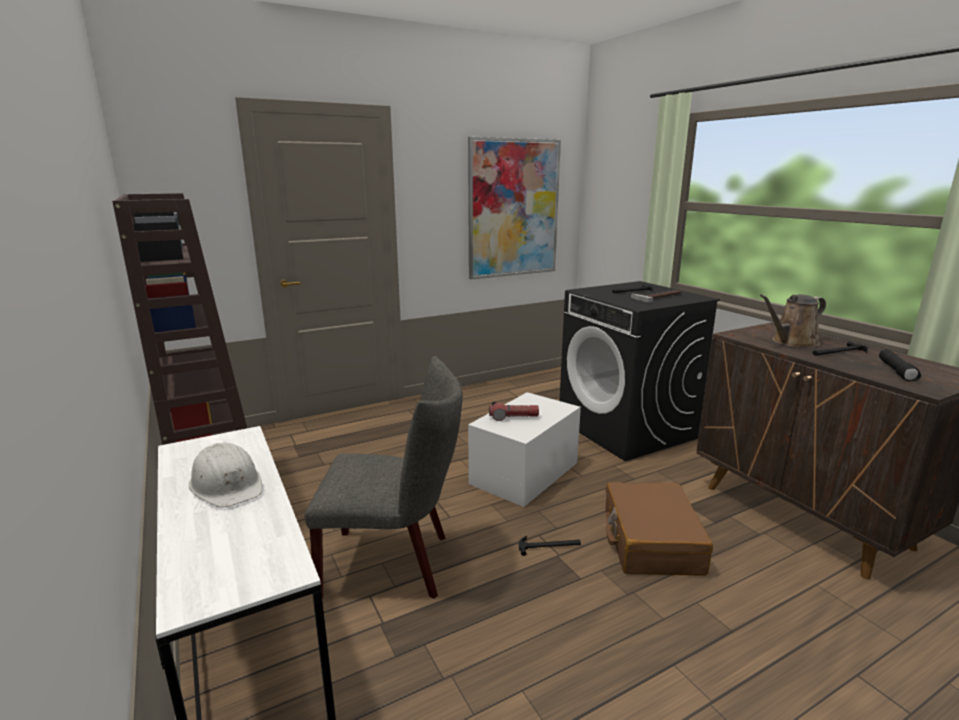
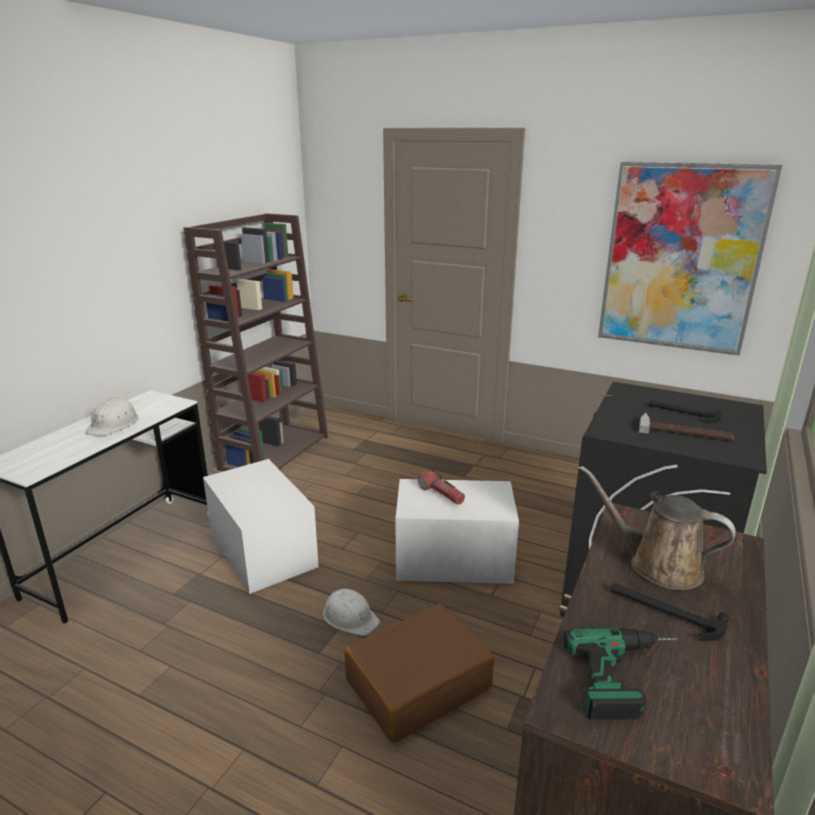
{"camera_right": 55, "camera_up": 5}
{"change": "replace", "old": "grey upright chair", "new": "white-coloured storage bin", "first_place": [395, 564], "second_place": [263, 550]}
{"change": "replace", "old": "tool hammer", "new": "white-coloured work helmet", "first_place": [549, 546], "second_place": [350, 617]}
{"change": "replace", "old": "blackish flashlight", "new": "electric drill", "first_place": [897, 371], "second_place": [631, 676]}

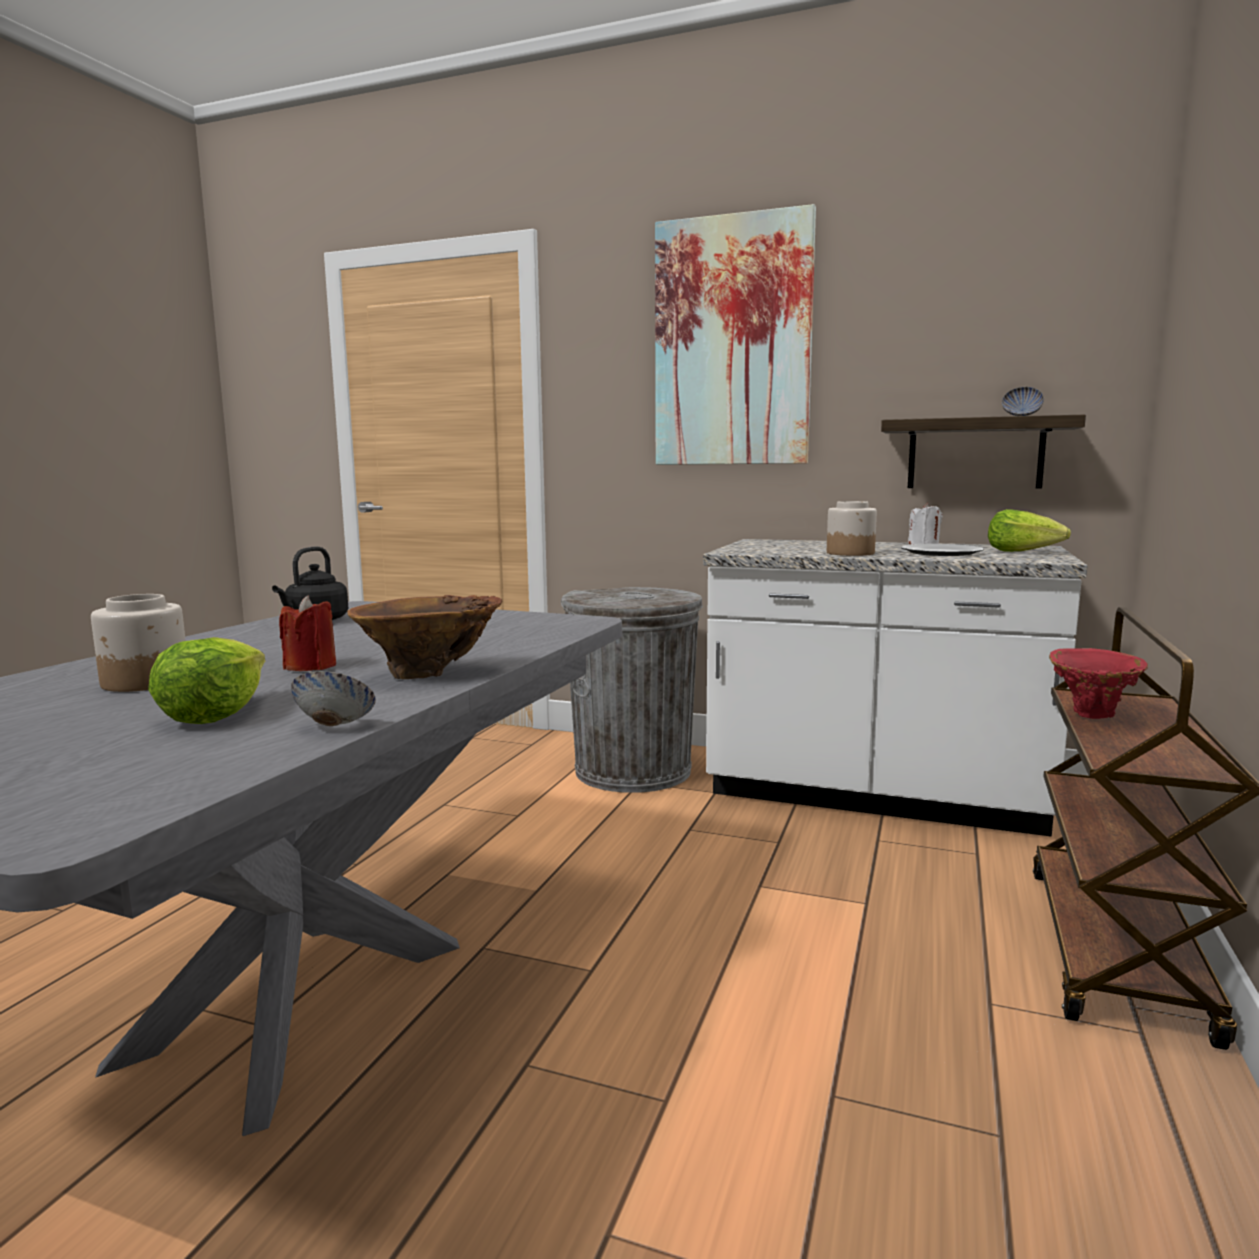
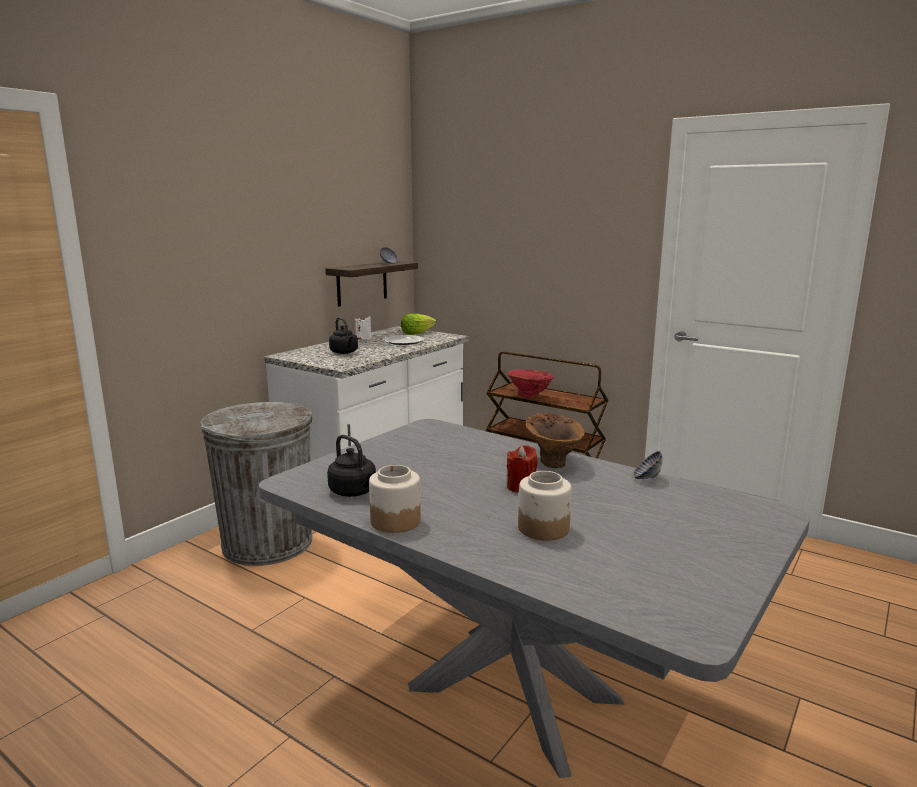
{"camera_right": -75, "camera_up": 5}
{"change": "delete", "old": "lettuce head", "first_place": [215, 713]}
{"change": "delete", "old": "picture", "first_place": [732, 343]}
{"change": "insert", "new": "blackish water kettle", "second_place": [344, 352]}
{"change": "move", "old": "storage jar", "first_place": [850, 553], "second_place": [395, 521]}

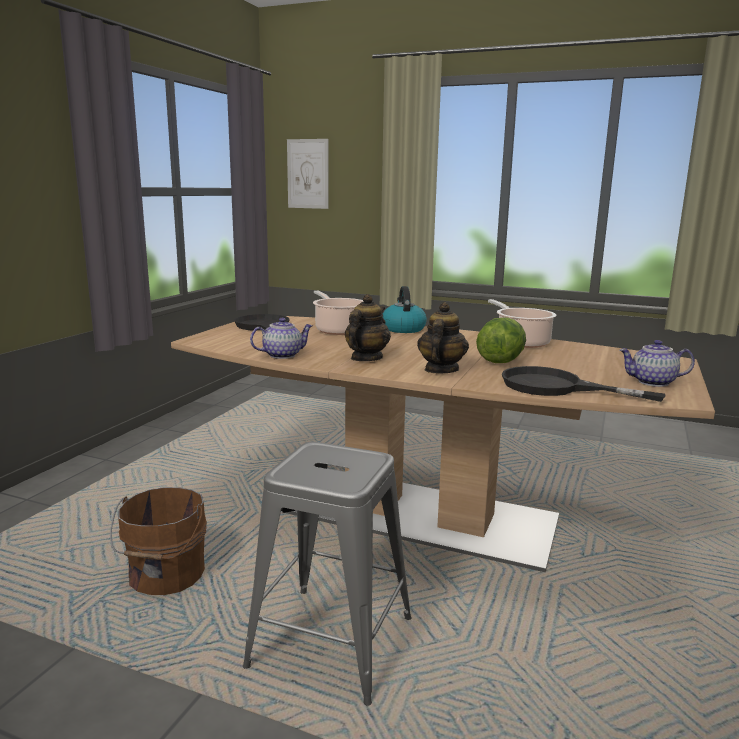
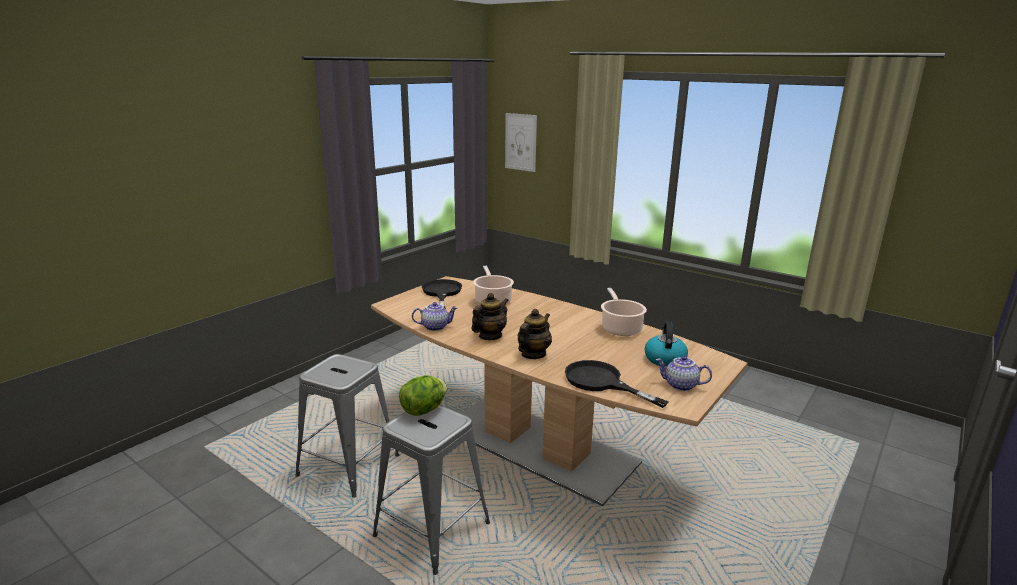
{"camera_right": 15, "camera_up": 5}
{"change": "move", "old": "water kettle", "first_place": [403, 329], "second_place": [664, 359]}
{"change": "move", "old": "lettuce head", "first_place": [500, 361], "second_place": [424, 410]}
{"change": "replace", "old": "brown-coloured bucket", "new": "grey stool", "first_place": [165, 576], "second_place": [349, 465]}

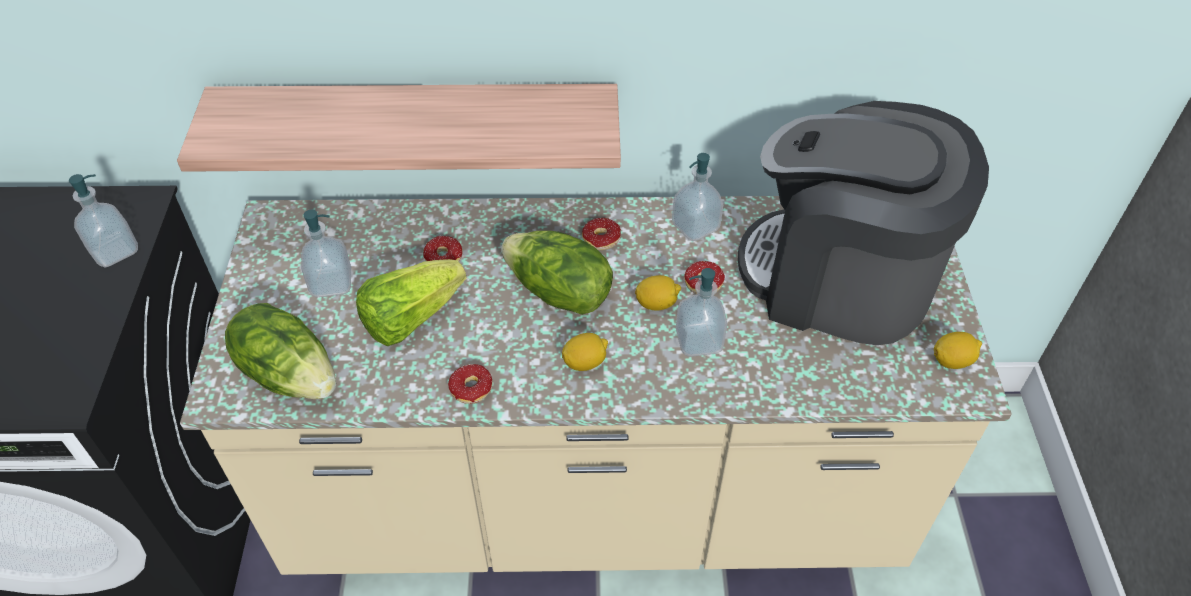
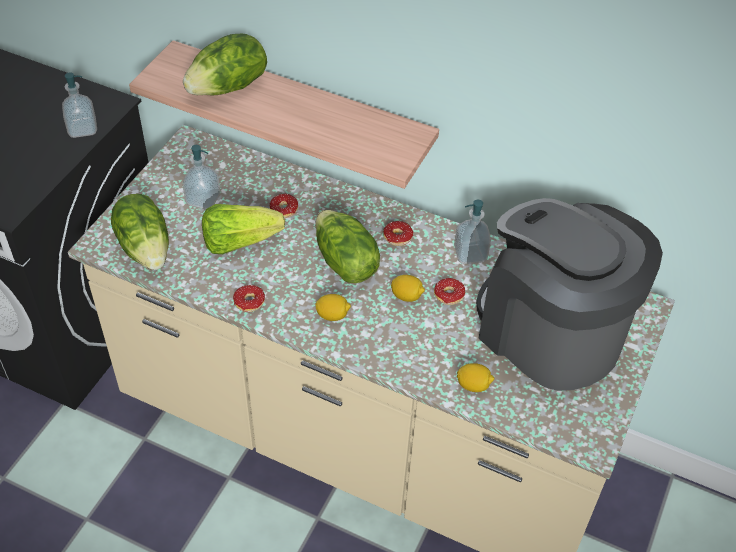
{"camera_right": 25, "camera_up": 0}
{"change": "delete", "old": "soap dispenser", "first_place": [699, 341]}
{"change": "insert", "new": "lettuce head", "second_place": [229, 87]}
{"change": "move", "old": "citrus fruit", "first_place": [952, 360], "second_place": [473, 385]}

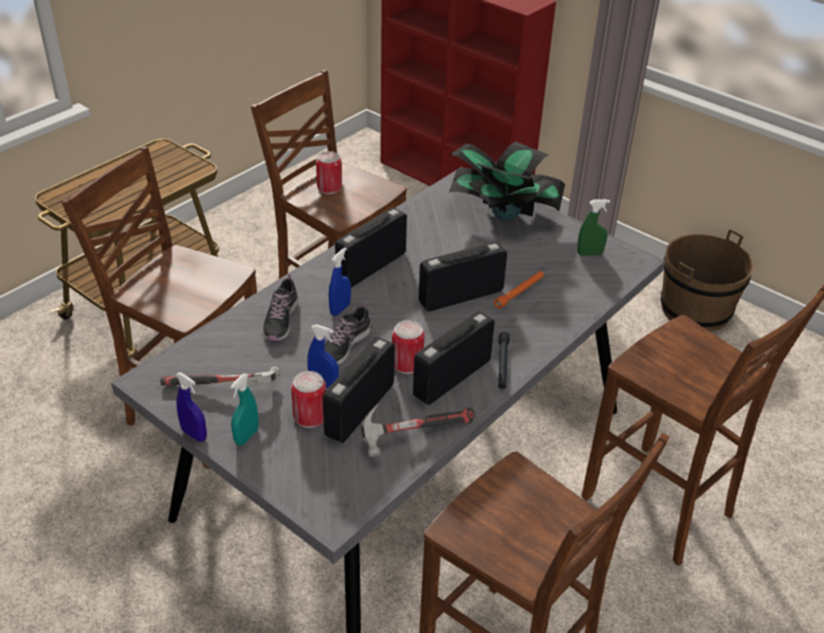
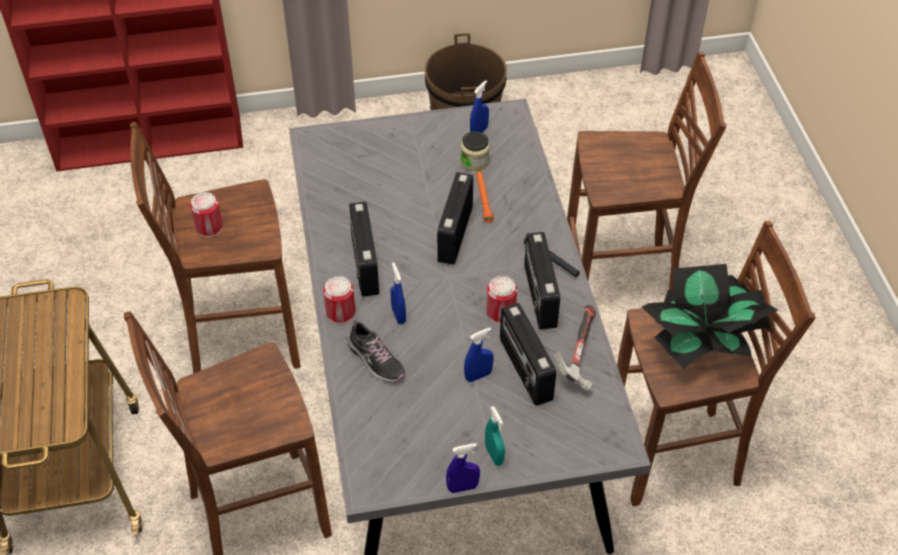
{"camera_right": -50, "camera_up": 10}
{"change": "delete", "old": "tool hammer", "first_place": [224, 390]}
{"change": "delete", "old": "item of footwear", "first_place": [344, 346]}
{"change": "insert", "new": "storage jar", "second_place": [474, 161]}
{"change": "move", "old": "sealed can", "first_place": [310, 416], "second_place": [340, 312]}
{"change": "move", "old": "houseplant", "first_place": [504, 214], "second_place": [703, 342]}
{"change": "recolor", "old": "green hand sprayer", "new": "blue-coloured hand sprayer", "first_place": [589, 254], "second_place": [479, 131]}

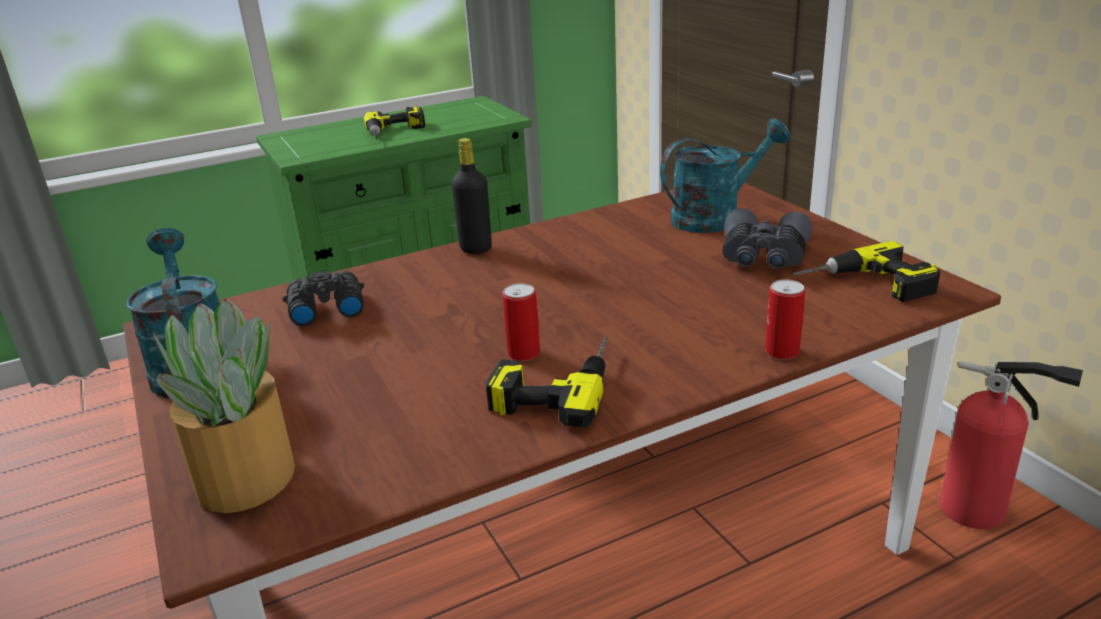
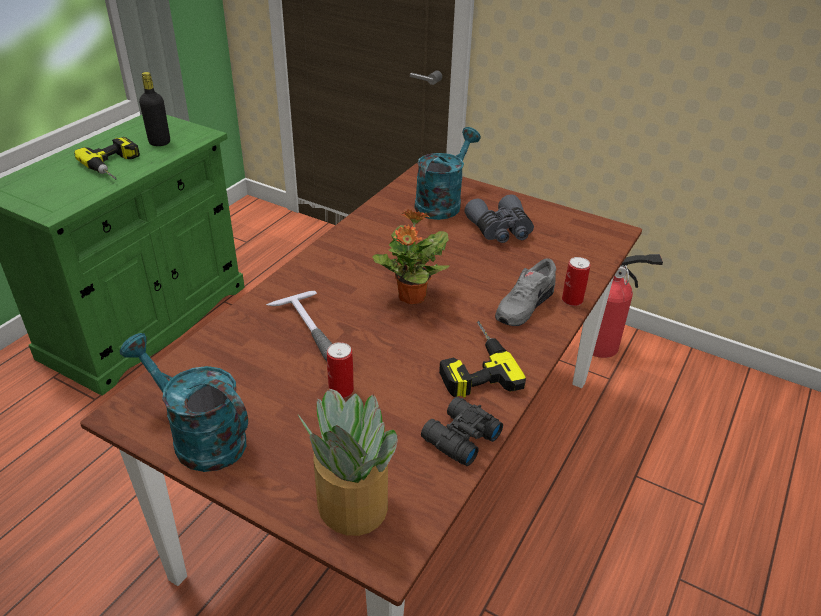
{"camera_right": -35, "camera_up": 10}
{"change": "delete", "old": "electric drill", "first_place": [866, 285]}
{"change": "insert", "new": "tool hammer", "second_place": [312, 334]}
{"change": "insert", "new": "houseplant", "second_place": [411, 297]}
{"change": "insert", "new": "grey item of footwear", "second_place": [523, 306]}
{"change": "move", "old": "blackish field glasses", "first_place": [325, 308], "second_place": [459, 438]}
{"change": "move", "old": "blackish beverage bottle", "first_place": [475, 248], "second_place": [159, 142]}
{"change": "move", "old": "sealed can", "first_place": [523, 353], "second_place": [341, 390]}

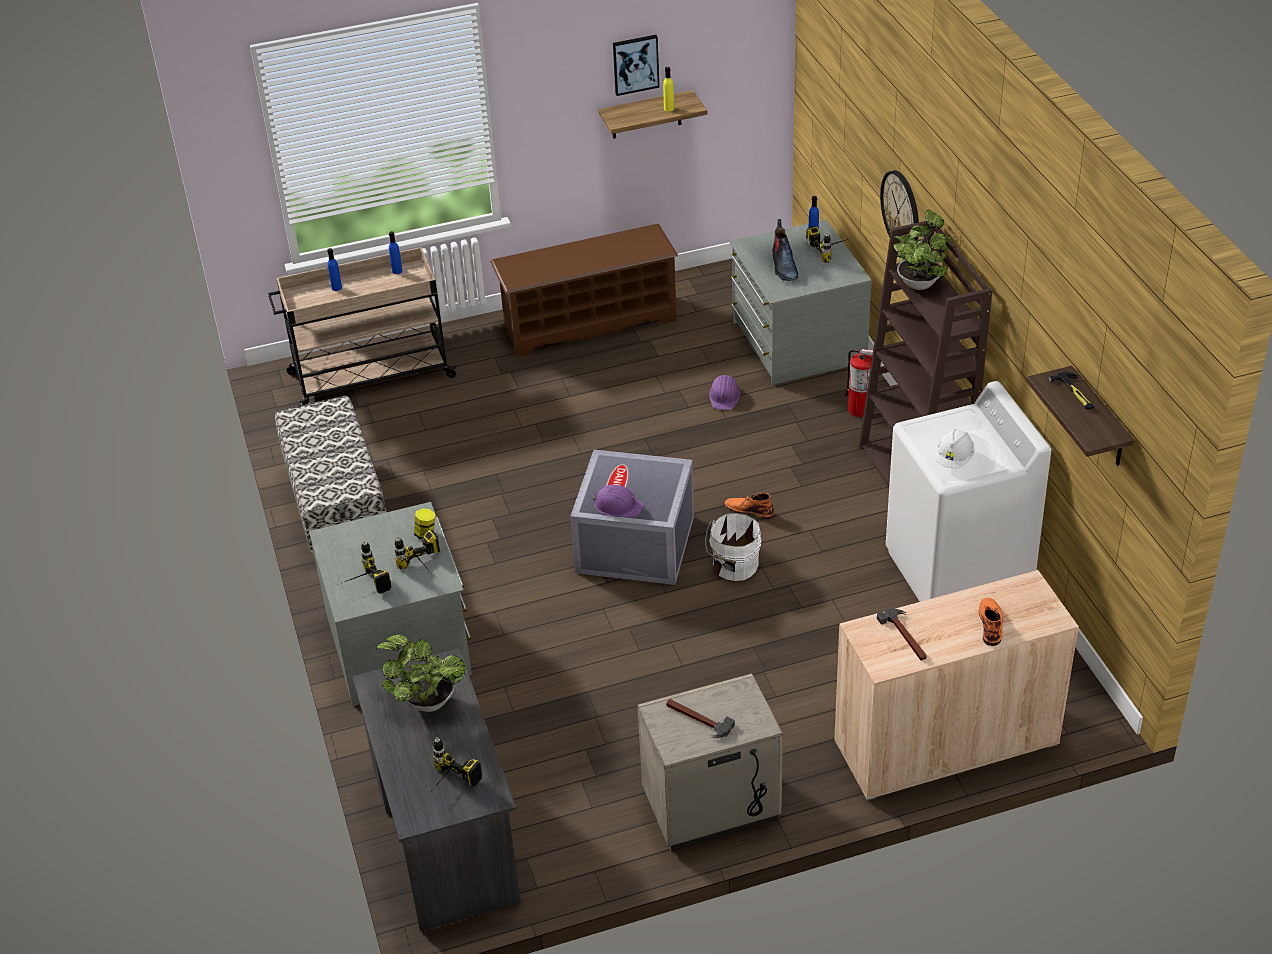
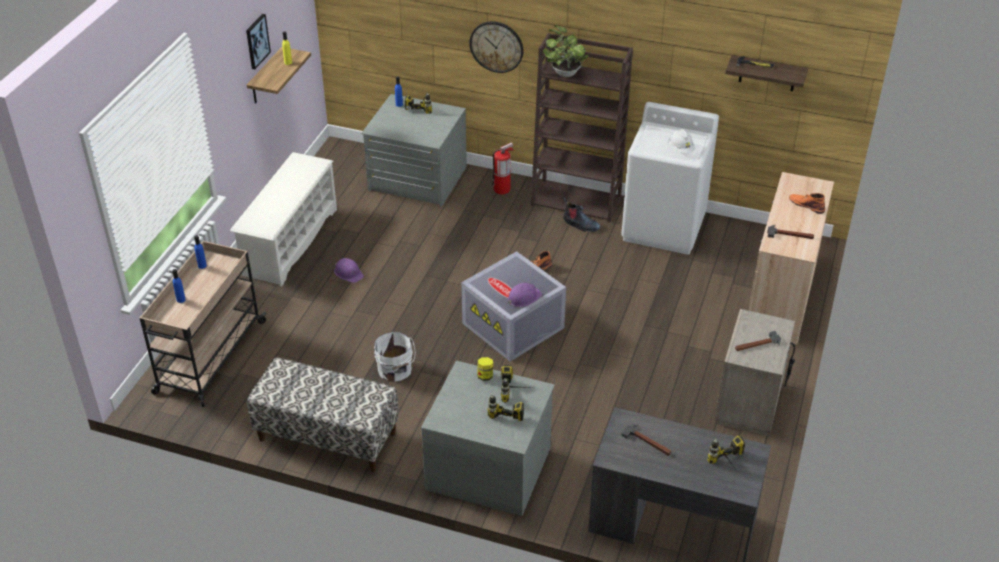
{"camera_right": -55, "camera_up": 0}
{"change": "move", "old": "white-coloured bucket", "first_place": [734, 566], "second_place": [395, 371]}
{"change": "move", "old": "purple work helmet", "first_place": [724, 396], "second_place": [348, 273]}
{"change": "move", "old": "high-top boot", "first_place": [784, 267], "second_place": [580, 225]}
{"change": "replace", "old": "houseplant", "new": "tool hammer", "first_place": [426, 701], "second_place": [647, 442]}
{"change": "recolor", "old": "brown-coloured shoe stand", "new": "white-coloured shoe stand", "first_place": [589, 322], "second_place": [290, 242]}

